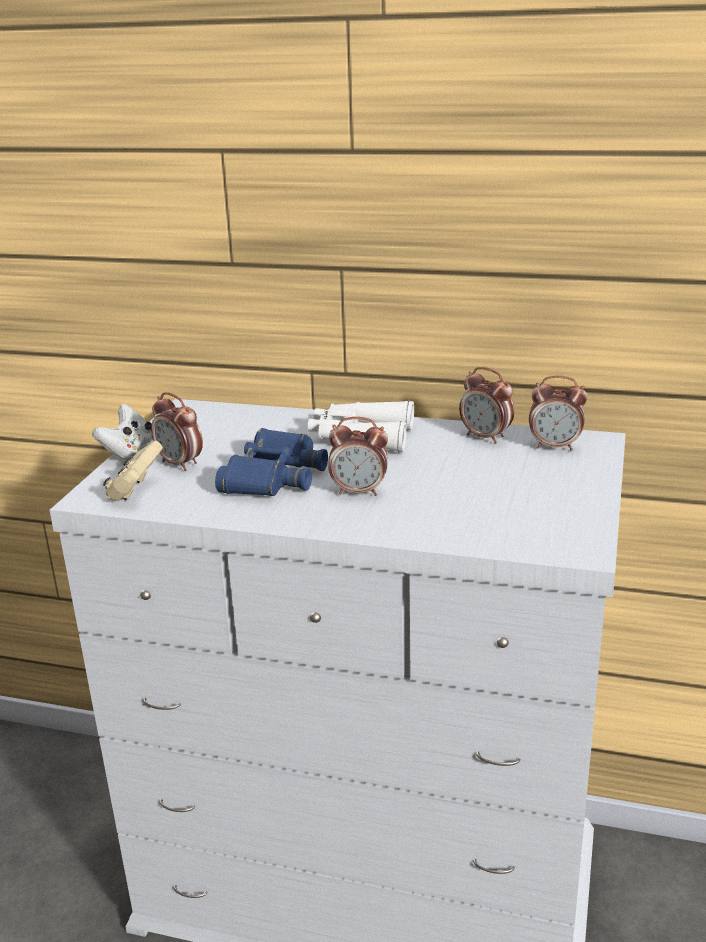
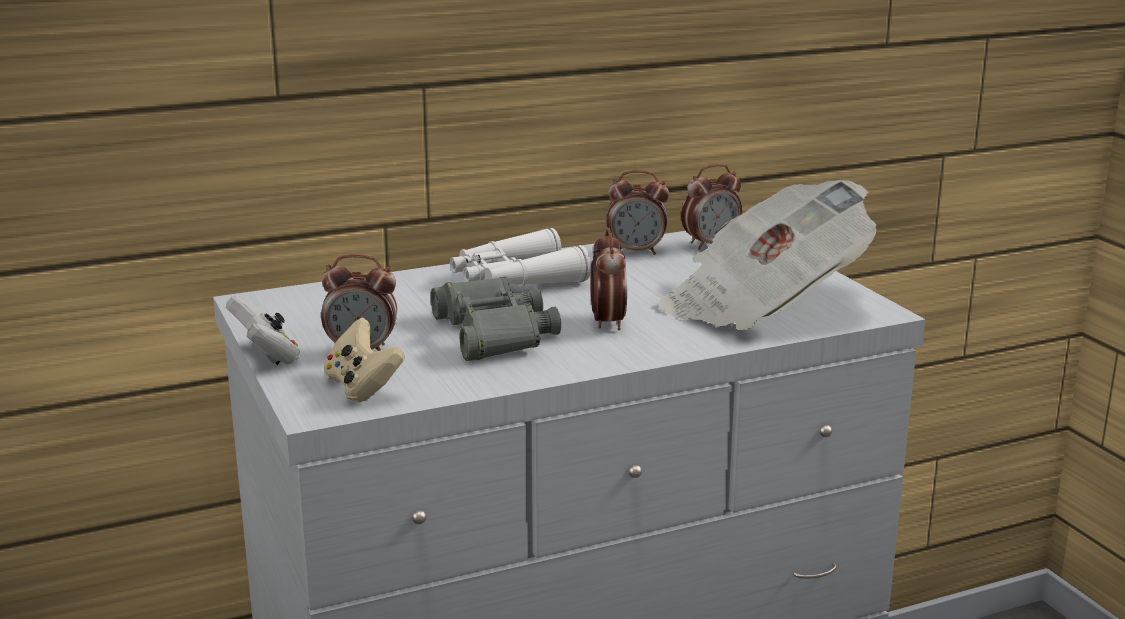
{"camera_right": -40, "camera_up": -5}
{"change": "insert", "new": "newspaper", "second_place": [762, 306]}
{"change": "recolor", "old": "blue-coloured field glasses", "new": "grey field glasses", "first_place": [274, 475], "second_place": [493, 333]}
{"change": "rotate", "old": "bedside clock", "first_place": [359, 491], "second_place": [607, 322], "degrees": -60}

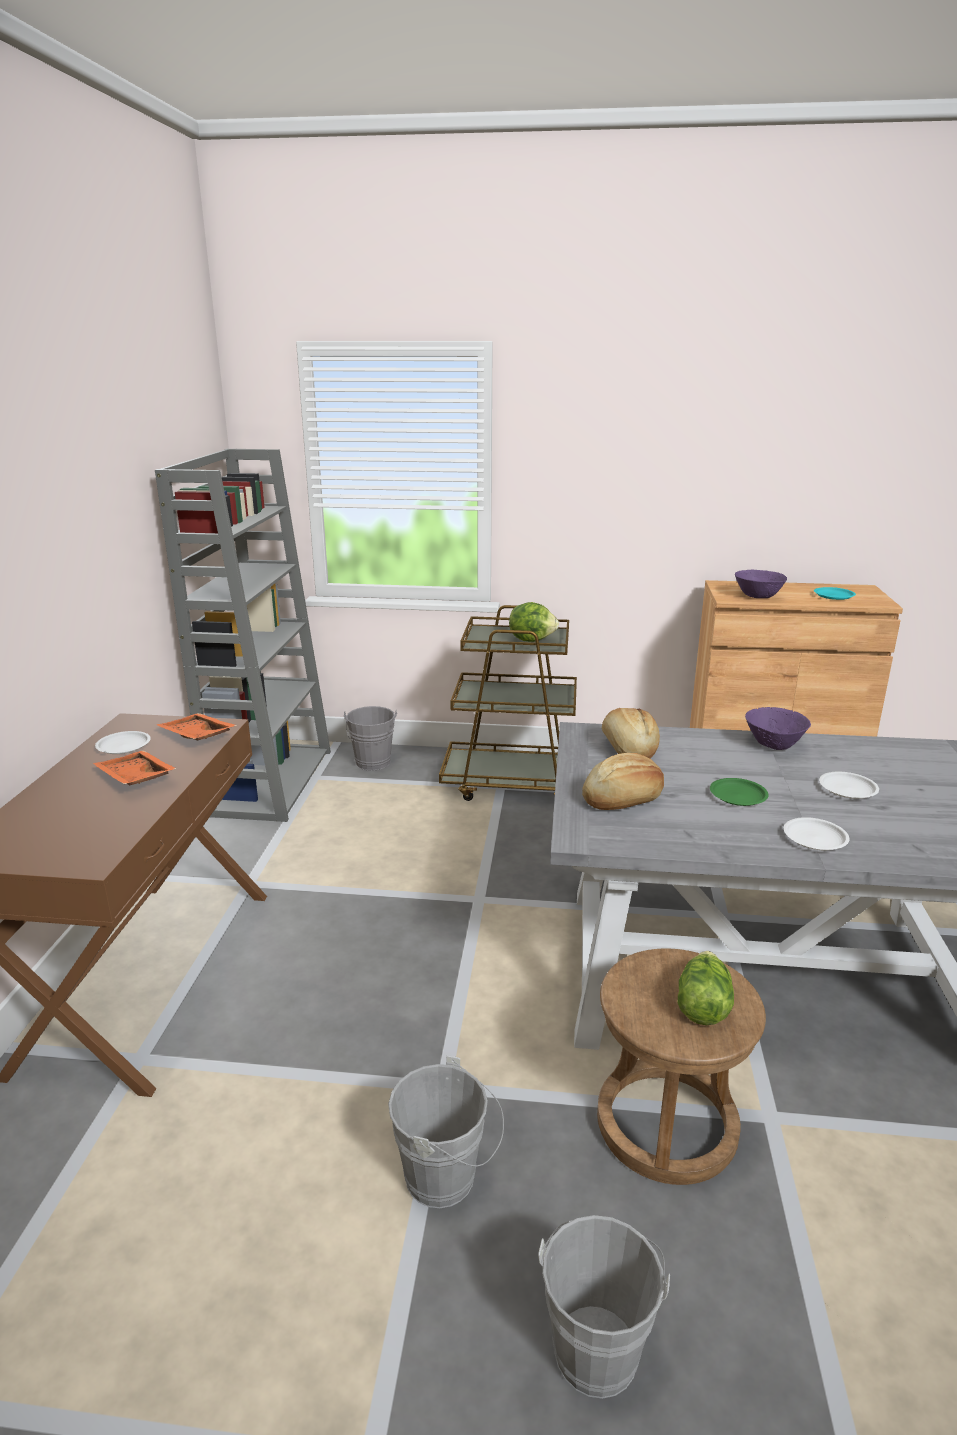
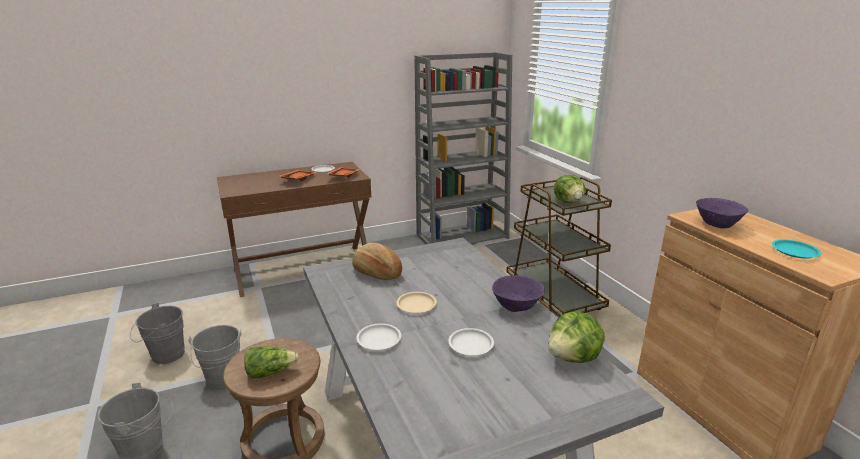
{"camera_right": 60, "camera_up": 0}
{"change": "delete", "old": "bakery bread", "first_place": [628, 750]}
{"change": "insert", "new": "lettuce head", "second_place": [573, 358]}
{"change": "move", "old": "grey bucket", "first_place": [372, 764], "second_place": [164, 356]}
{"change": "recolor", "old": "green plate", "new": "sand-coloured plate", "first_place": [737, 795], "second_place": [416, 305]}

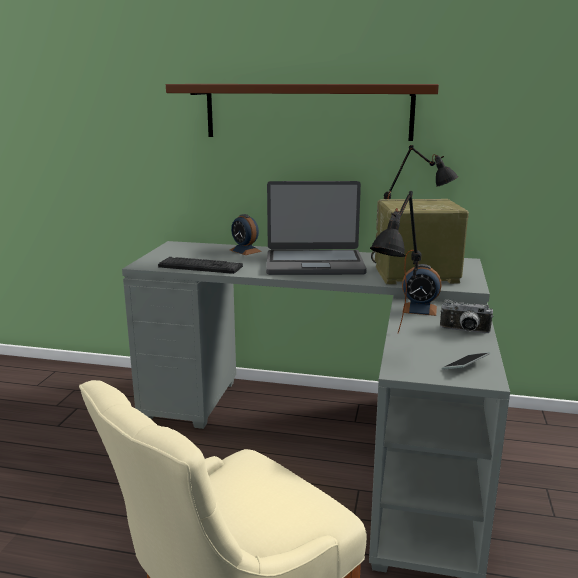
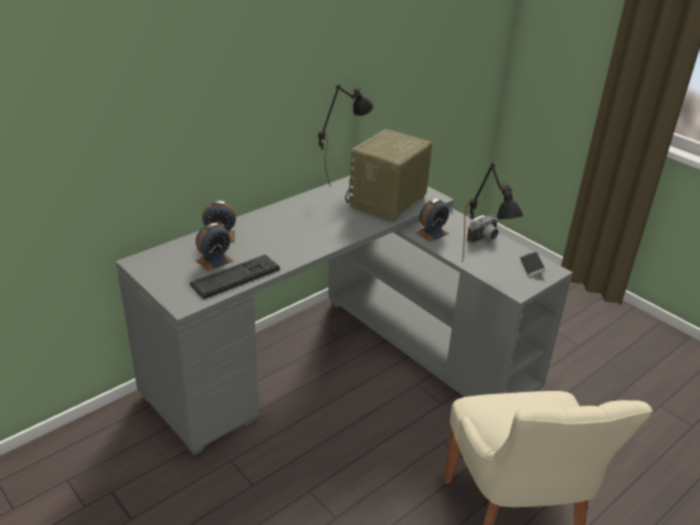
{"camera_right": -55, "camera_up": 15}
{"change": "delete", "old": "brown-coloured shelf", "first_place": [307, 111]}
{"change": "delete", "old": "laptop", "first_place": [314, 264]}
{"change": "insert", "new": "bedside clock", "second_place": [214, 260]}

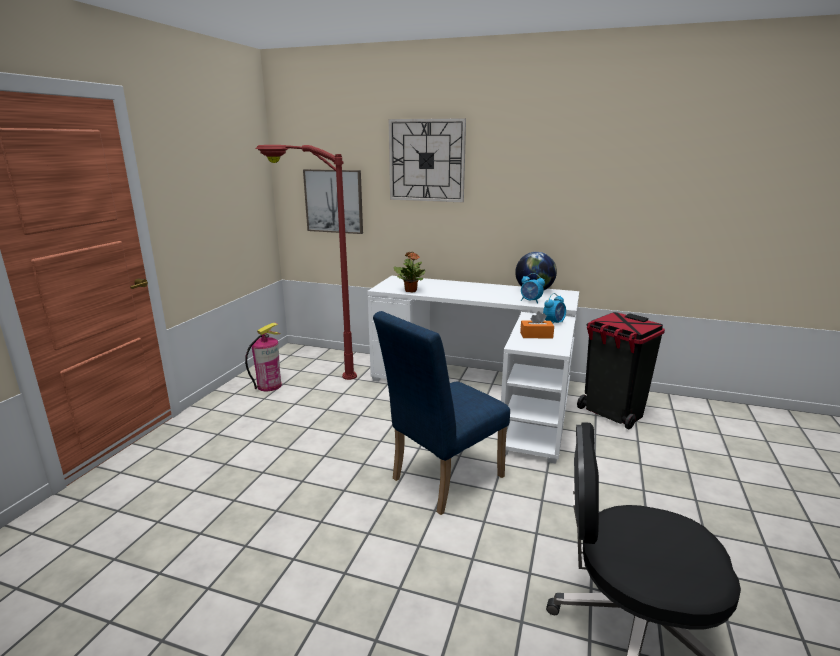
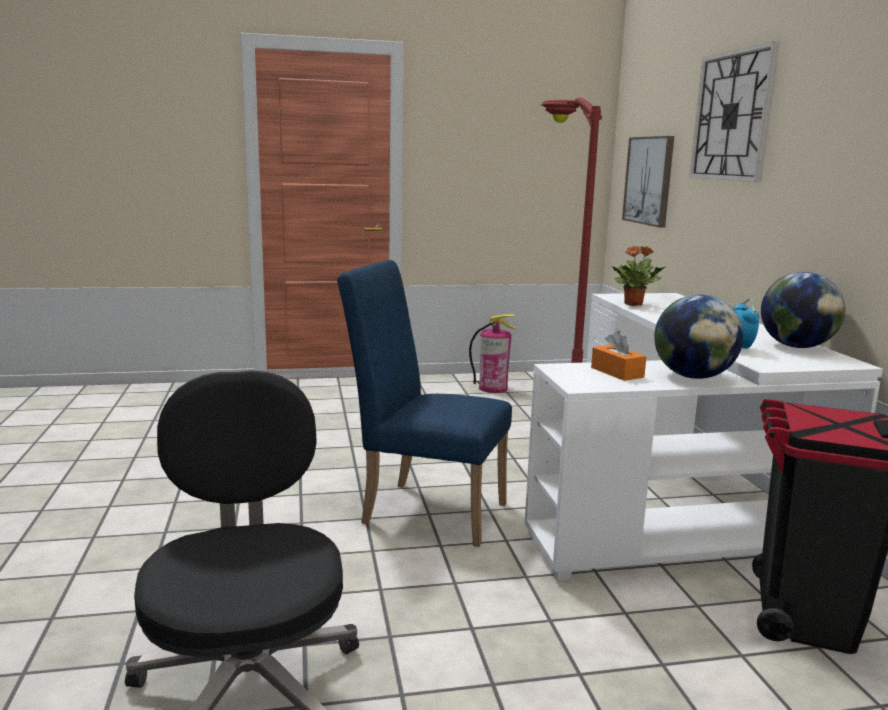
{"camera_right": 60, "camera_up": -5}
{"change": "replace", "old": "bedside clock", "new": "world globe", "first_place": [554, 323], "second_place": [693, 376]}

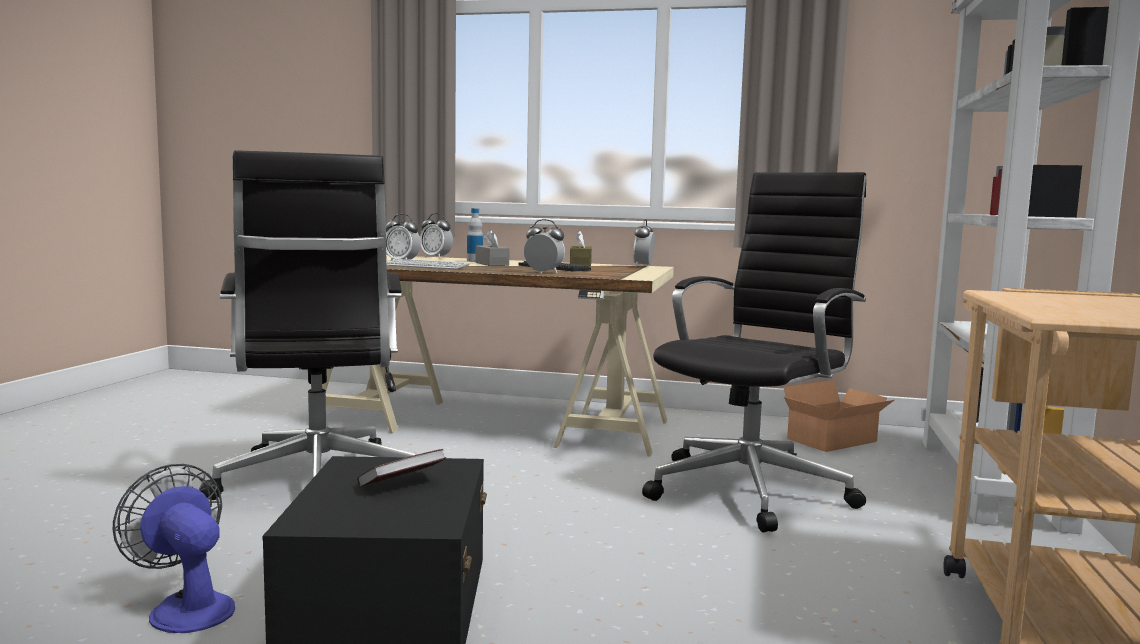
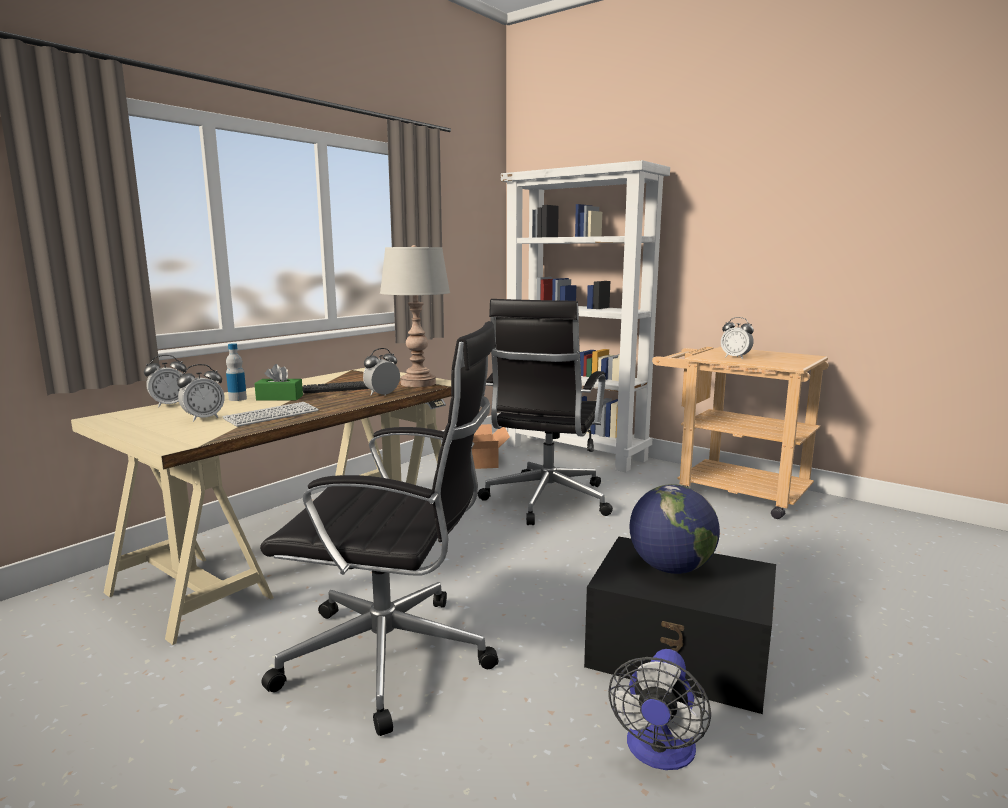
{"camera_right": -65, "camera_up": 5}
{"change": "delete", "old": "brown-coloured tissue box", "first_place": [580, 264]}
{"change": "insert", "new": "grey lamp for a table", "second_place": [418, 383]}
{"change": "move", "old": "bedside clock", "first_place": [643, 266], "second_place": [735, 357]}
{"change": "replace", "old": "volume", "new": "world globe", "first_place": [401, 484], "second_place": [671, 568]}
{"change": "recolor", "old": "grey tissue box", "new": "green tissue box", "first_place": [492, 264], "second_place": [279, 398]}
{"change": "rotate", "old": "cooling fan", "first_place": [186, 607], "second_place": [659, 753], "degrees": -45}
{"change": "rotate", "old": "blackish office chair", "first_place": [752, 489], "second_place": [546, 501], "degrees": -135}

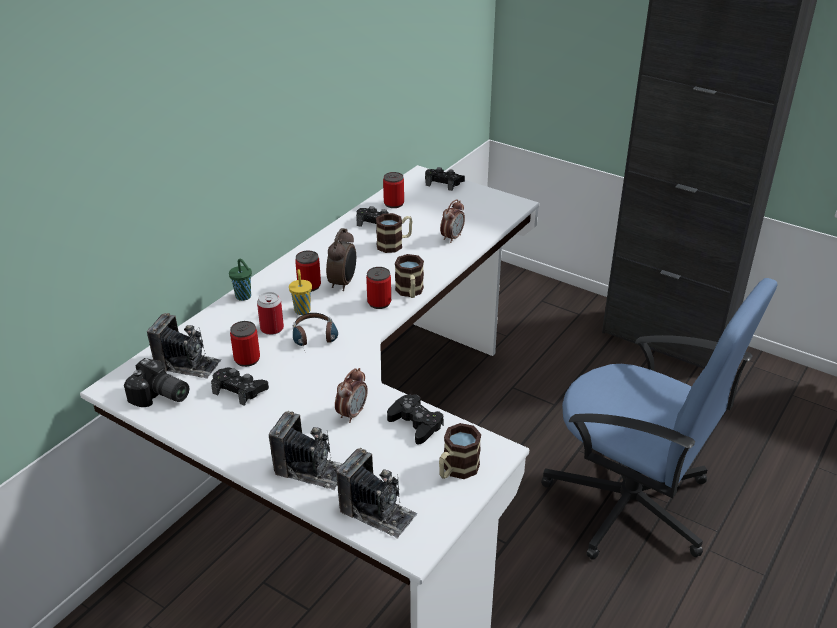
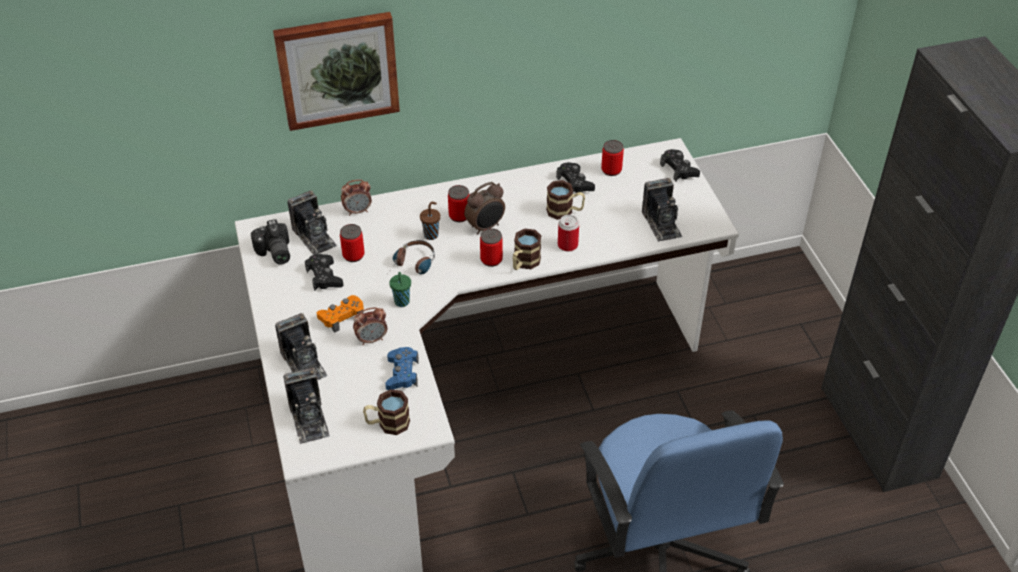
{"camera_right": 40, "camera_up": 10}
{"change": "insert", "new": "picture", "second_place": [337, 69]}
{"change": "insert", "new": "orangey joypad", "second_place": [342, 316]}
{"change": "insert", "new": "still camera", "second_place": [661, 223]}
{"change": "move", "old": "green cup", "first_place": [244, 297], "second_place": [402, 302]}
{"change": "move", "old": "sealed can", "first_place": [272, 328], "second_place": [567, 245]}
{"change": "move", "old": "bedside clock", "first_place": [452, 237], "second_place": [358, 211]}
{"change": "recolor", "old": "yellowish cup", "new": "brown-coloured cup", "first_place": [302, 310], "second_place": [431, 234]}
{"change": "recolor", "old": "blackish joypad", "new": "blue-coloured joypad", "first_place": [416, 424], "second_place": [402, 373]}

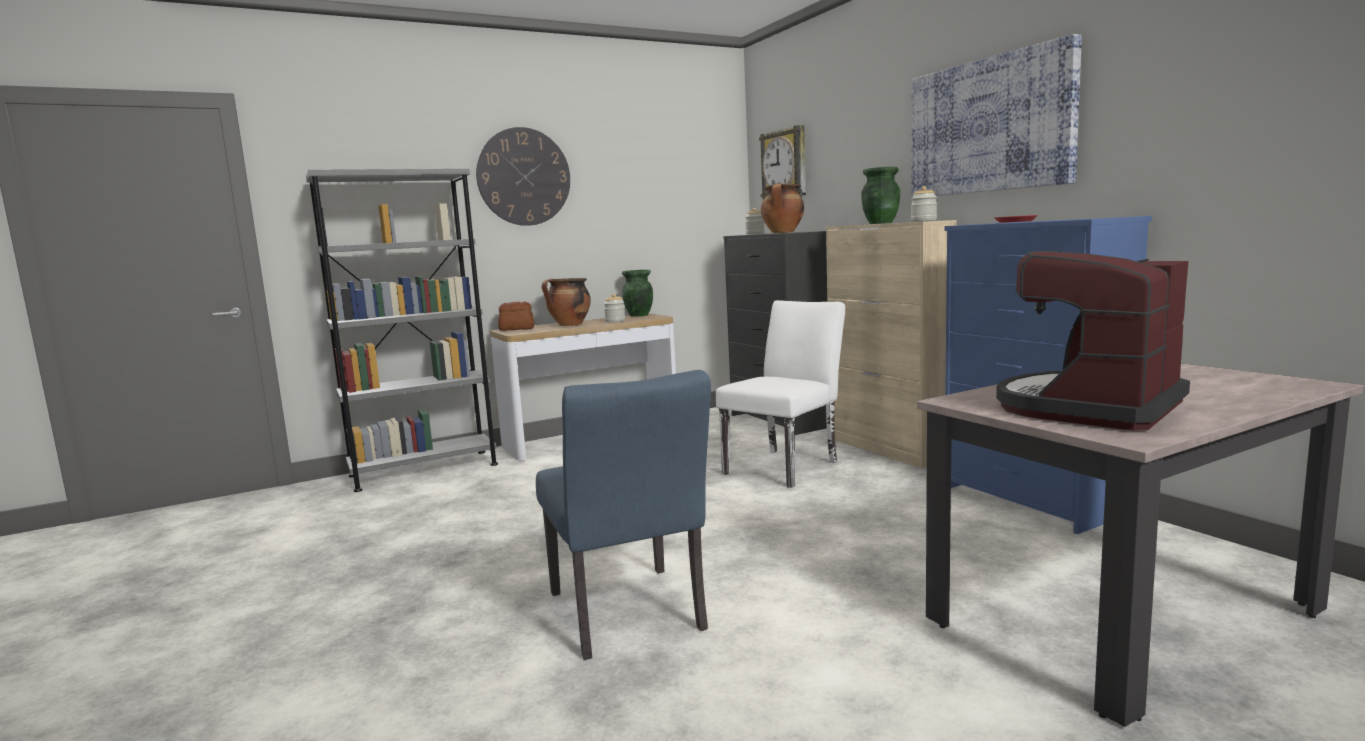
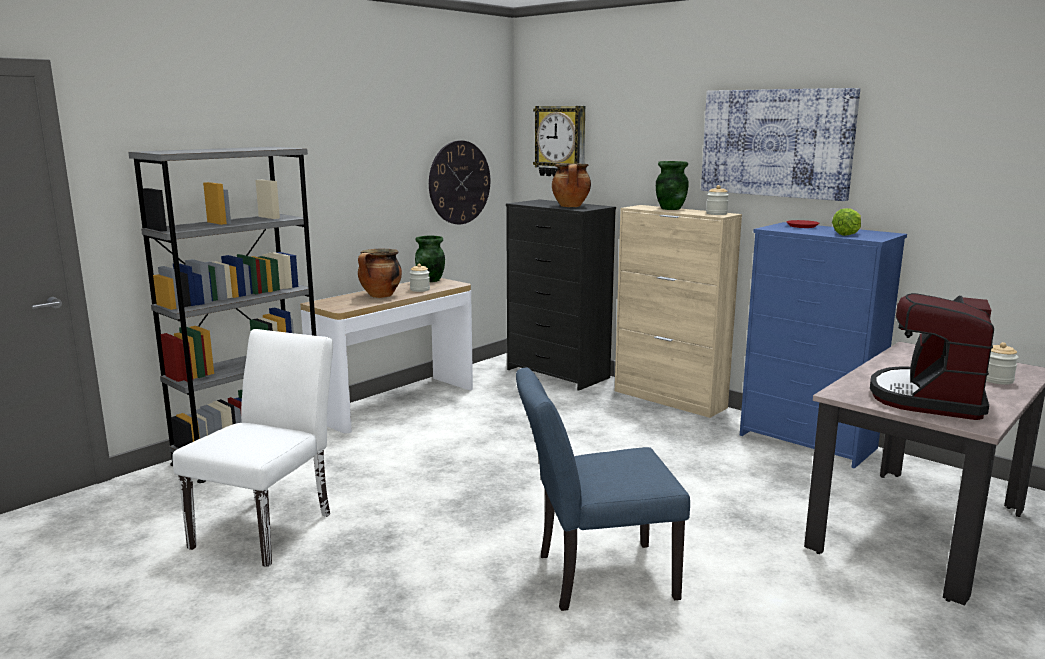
{"camera_right": -20, "camera_up": 5}
{"change": "delete", "old": "bakery bread", "first_place": [517, 329]}
{"change": "insert", "new": "lettuce head", "second_place": [849, 233]}
{"change": "move", "old": "clock on the wall", "first_place": [524, 177], "second_place": [459, 182]}
{"change": "move", "old": "white-coloured upright chair", "first_place": [786, 465], "second_place": [270, 526]}
{"change": "move", "old": "storage jar", "first_place": [755, 234], "second_place": [997, 380]}
{"change": "rotate", "old": "blue-coloured upright chair", "first_place": [629, 617], "second_place": [594, 577], "degrees": 120}

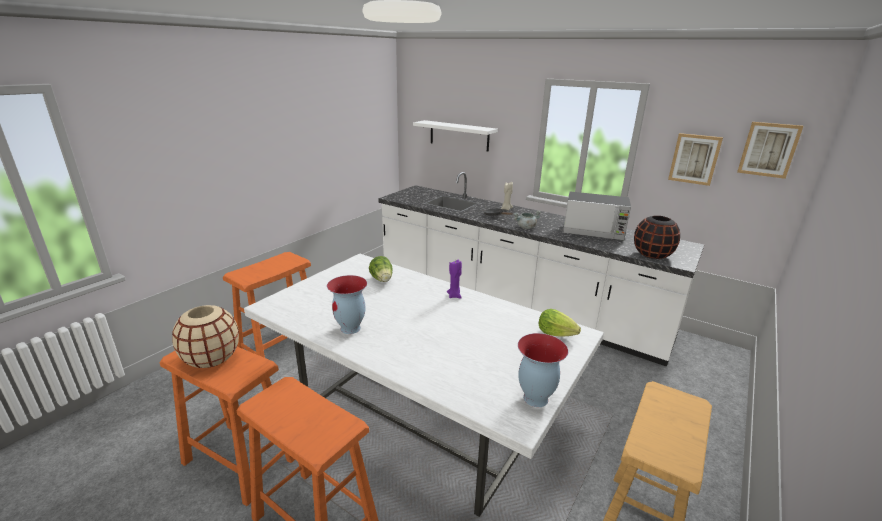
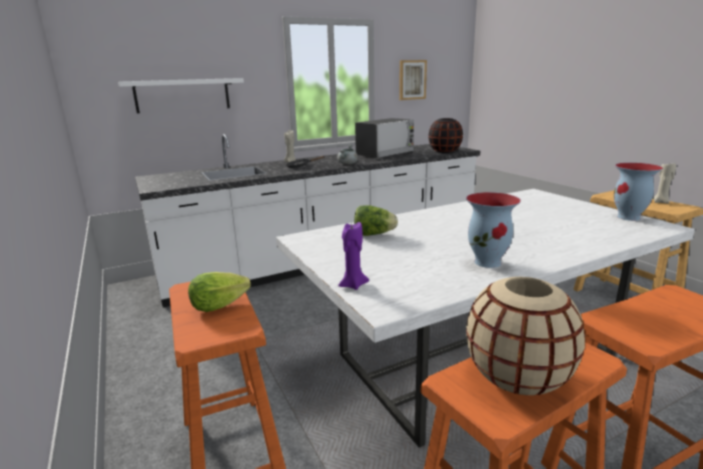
{"camera_right": -60, "camera_up": -5}
{"change": "delete", "old": "picture", "first_place": [768, 149]}
{"change": "insert", "new": "sand-coloured candle", "second_place": [661, 202]}
{"change": "move", "old": "purple candle", "first_place": [454, 296], "second_place": [353, 285]}
{"change": "move", "old": "lettuce head", "first_place": [555, 333], "second_place": [218, 306]}

